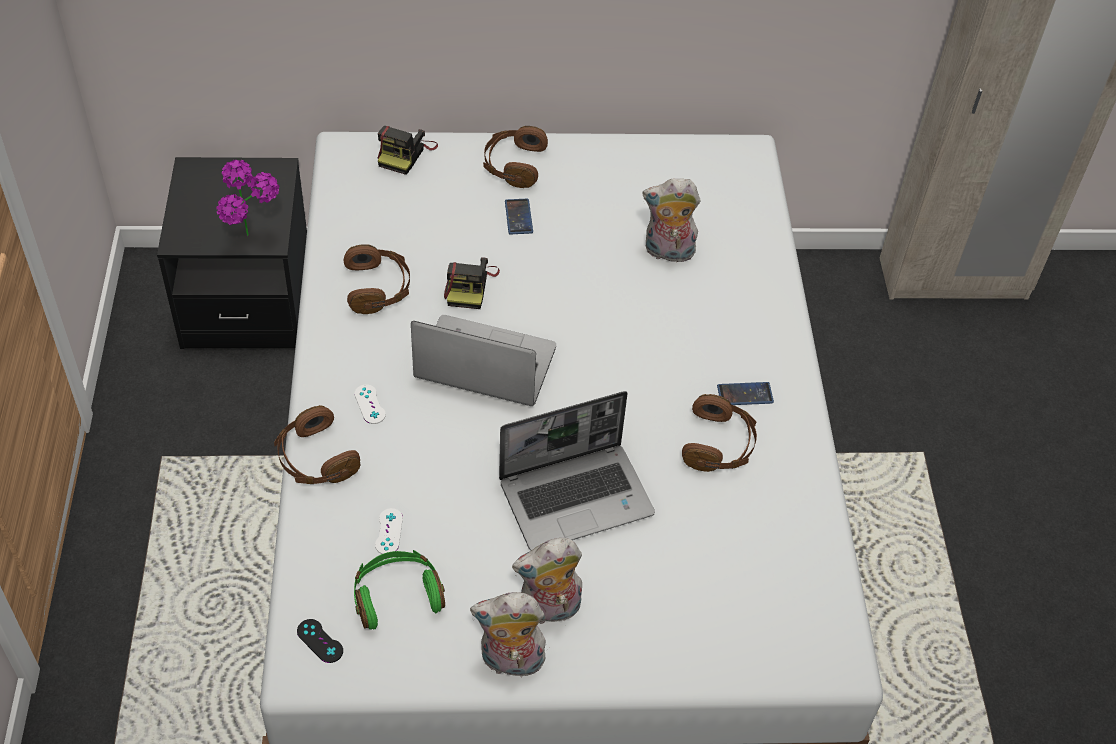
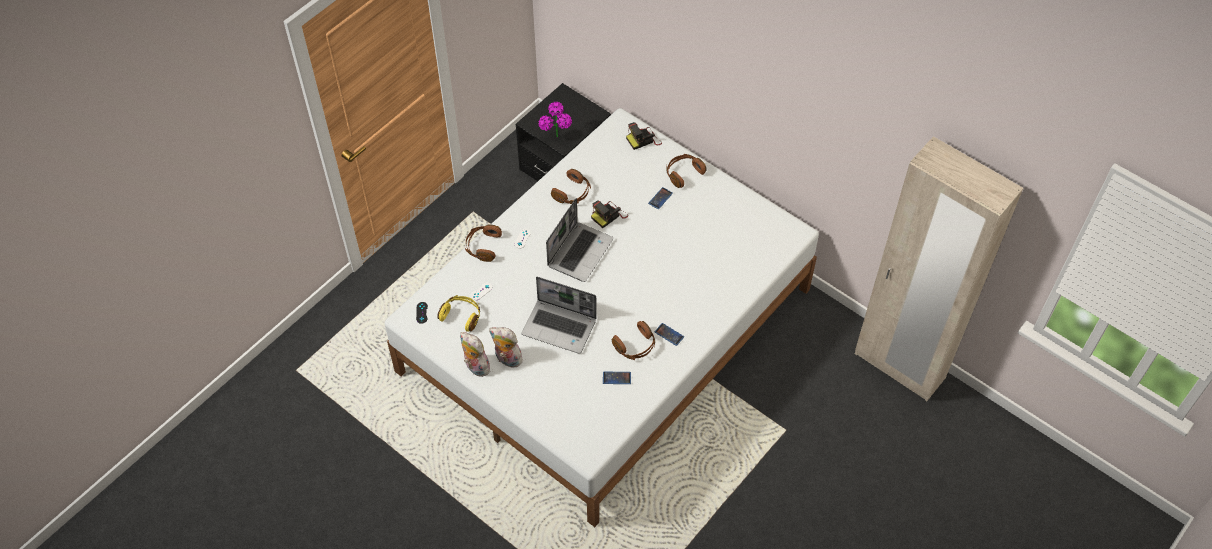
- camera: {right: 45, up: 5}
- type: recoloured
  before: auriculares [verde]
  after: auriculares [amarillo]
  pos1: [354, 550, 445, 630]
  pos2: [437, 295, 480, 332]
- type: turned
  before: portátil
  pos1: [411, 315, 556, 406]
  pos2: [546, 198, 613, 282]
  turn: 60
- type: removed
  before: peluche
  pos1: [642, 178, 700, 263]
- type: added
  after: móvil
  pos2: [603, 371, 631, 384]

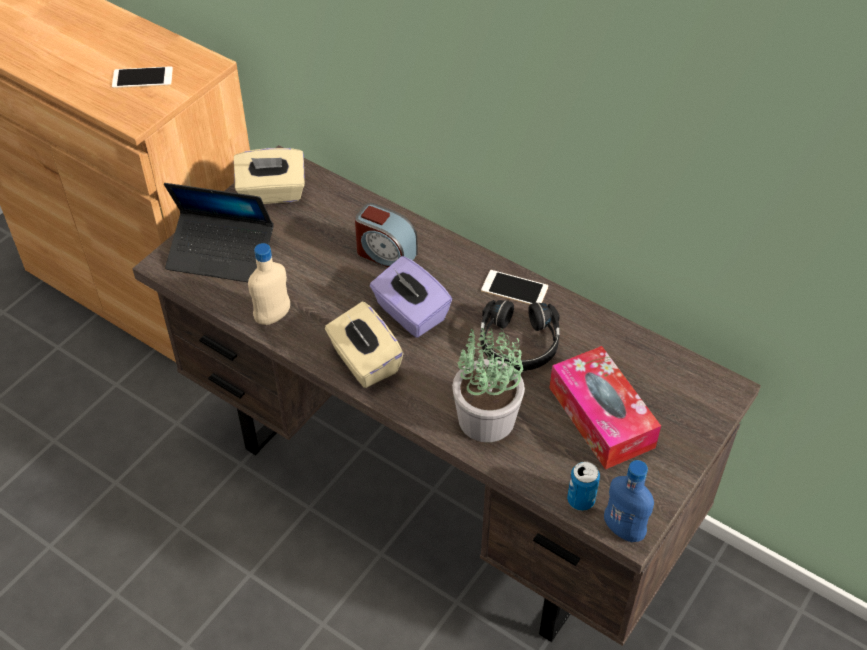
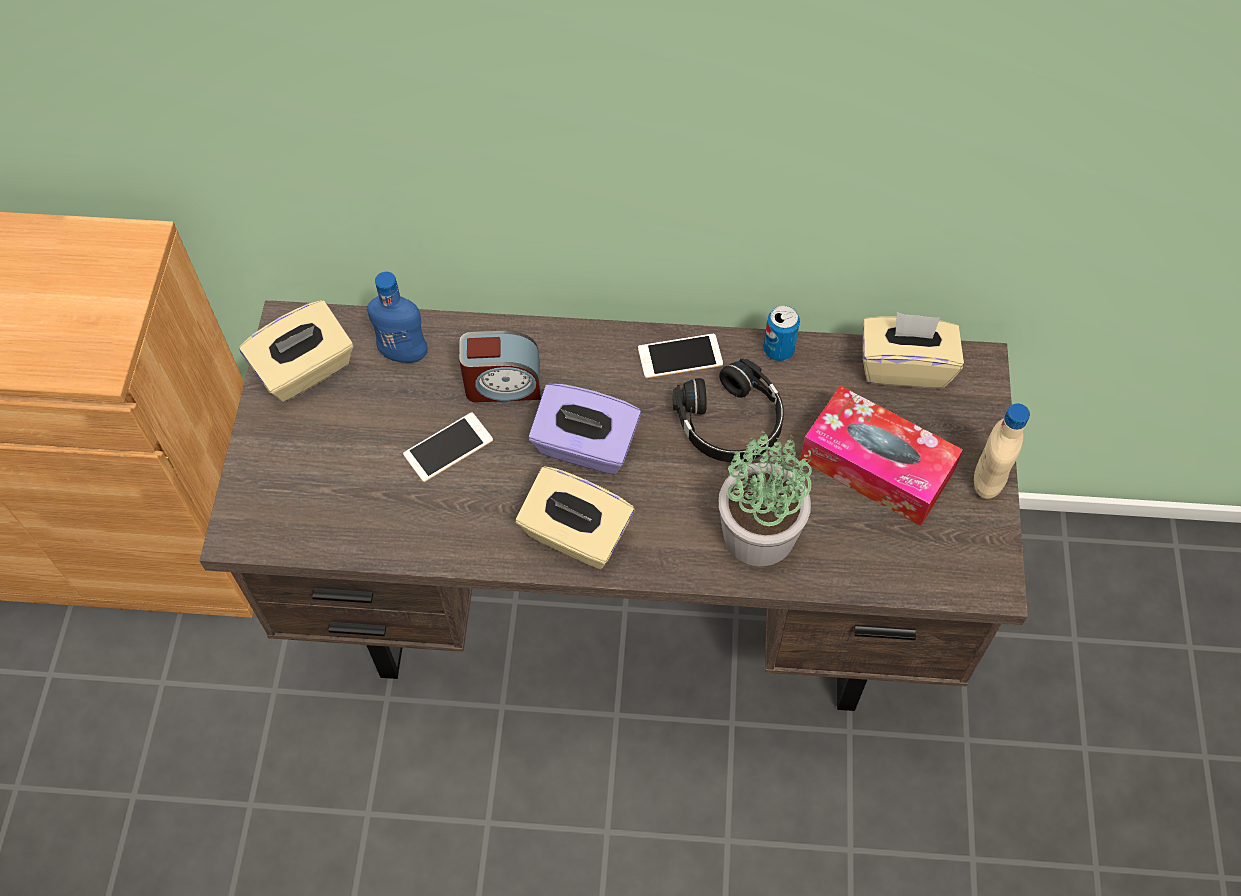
- camera: {right: -30, up: 10}
- type: moved
  before: móvil
  pos1: [112, 66, 173, 88]
  pos2: [403, 412, 493, 482]
- type: removed
  before: portátil
  pos1: [164, 183, 274, 282]
- type: moved
  before: botella [beis]
  pos1: [248, 243, 290, 325]
  pos2: [974, 403, 1030, 499]
- type: moved
  before: lata
  pos1: [567, 462, 600, 511]
  pos2: [764, 305, 800, 361]
- type: moved
  before: botella [azul]
  pos1: [604, 460, 654, 542]
  pos2: [367, 271, 428, 363]
- type: added
  after: caja de pañuelos [beis]
  pos2: [863, 312, 964, 388]

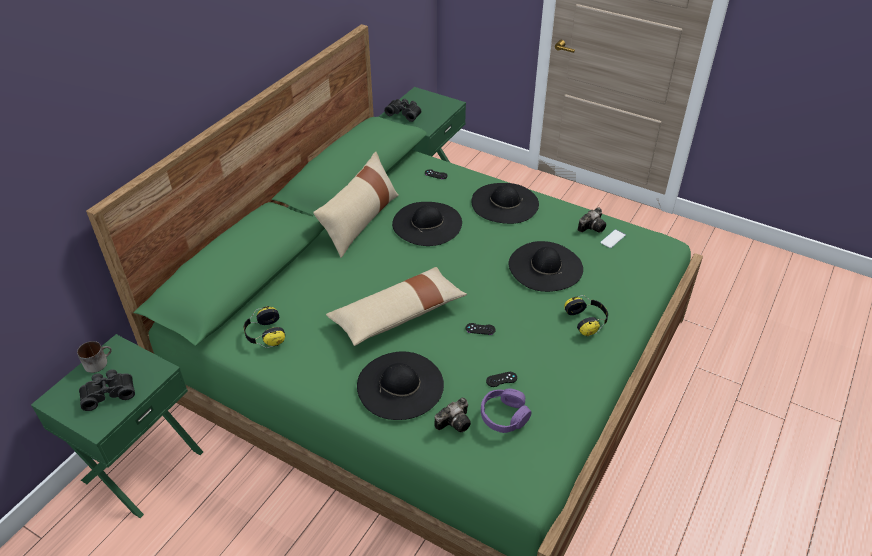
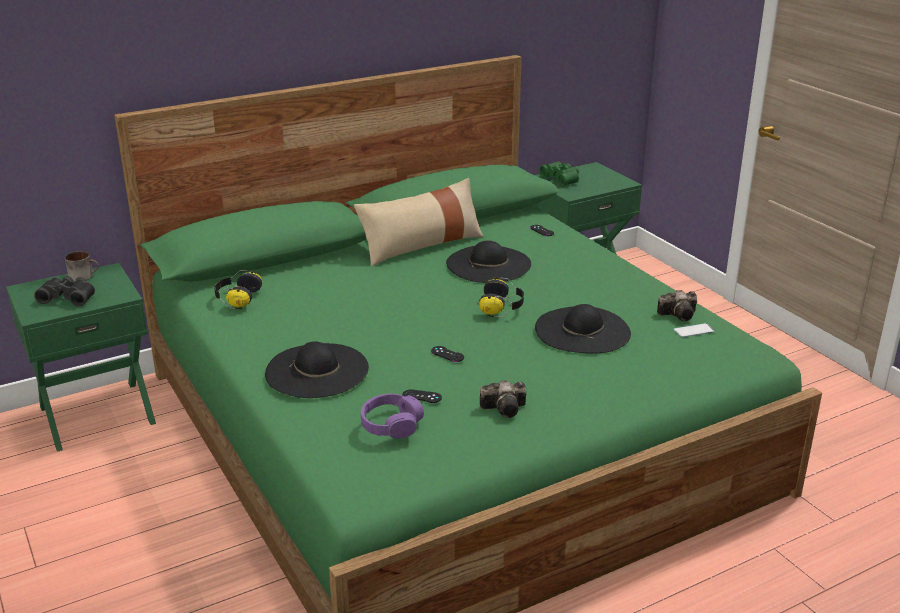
- camera: {right: 30, up: -15}
- type: removed
  before: cojín [beis]
  pos1: [326, 267, 467, 346]
- type: recoloured
  before: prismáticos [negro]
  after: prismáticos [verde]
  pos1: [384, 99, 421, 122]
  pos2: [539, 161, 579, 186]
- type: moved
  before: cámara
  pos1: [434, 398, 471, 432]
  pos2: [480, 380, 526, 418]
- type: removed
  before: sombrero [negro]
  pos1: [471, 183, 539, 224]
- type: moved
  before: auriculares
  pos1: [564, 295, 608, 336]
  pos2: [479, 277, 524, 317]

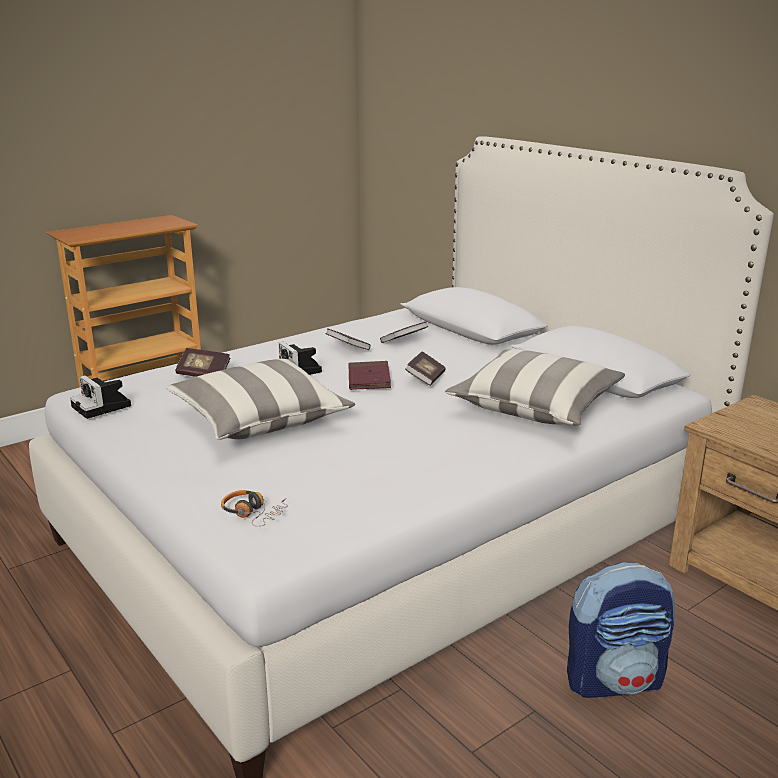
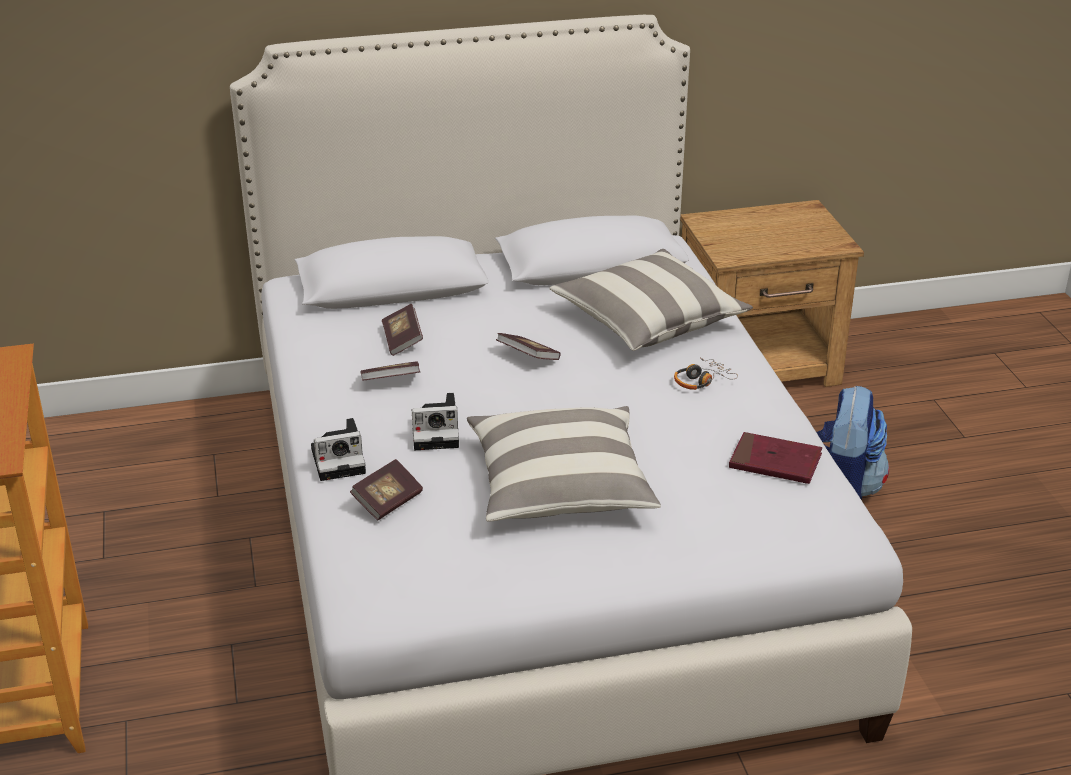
- camera: {right: -65, up: 10}
- type: moved
  before: cámara
  pos1: [70, 375, 131, 419]
  pos2: [311, 418, 366, 481]
- type: moved
  before: auriculares
  pos1: [221, 490, 288, 527]
  pos2: [674, 358, 738, 390]
- type: moved
  before: libro [rojo]
  pos1: [349, 361, 391, 390]
  pos2: [729, 432, 822, 484]

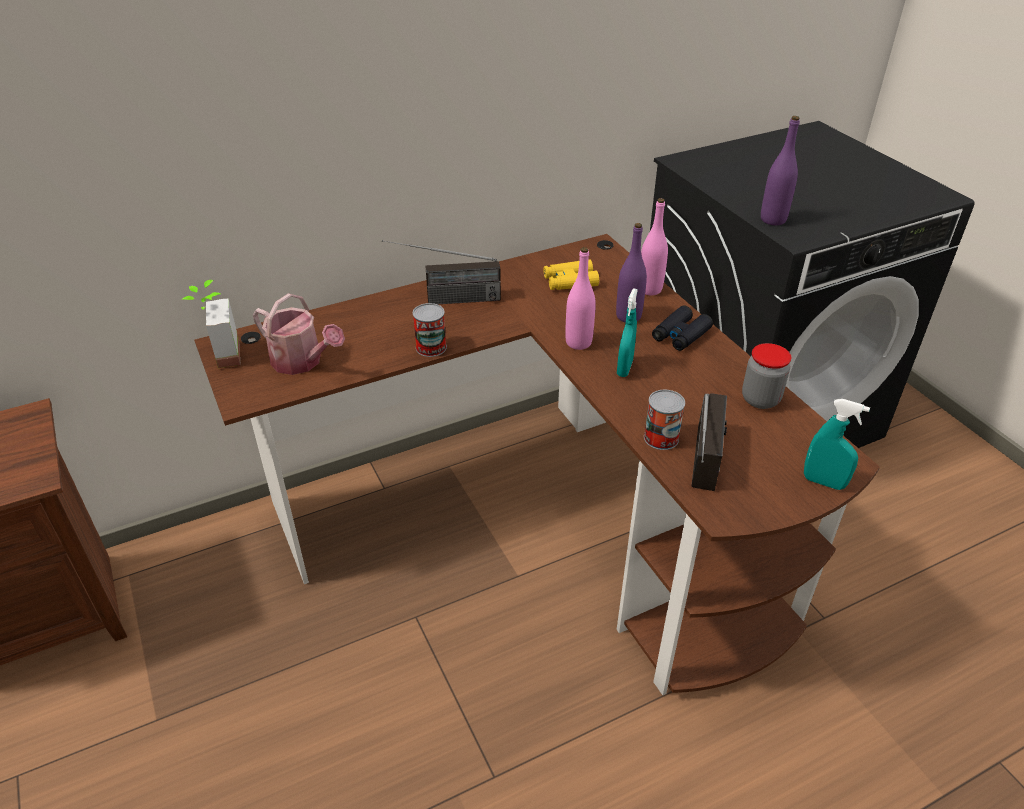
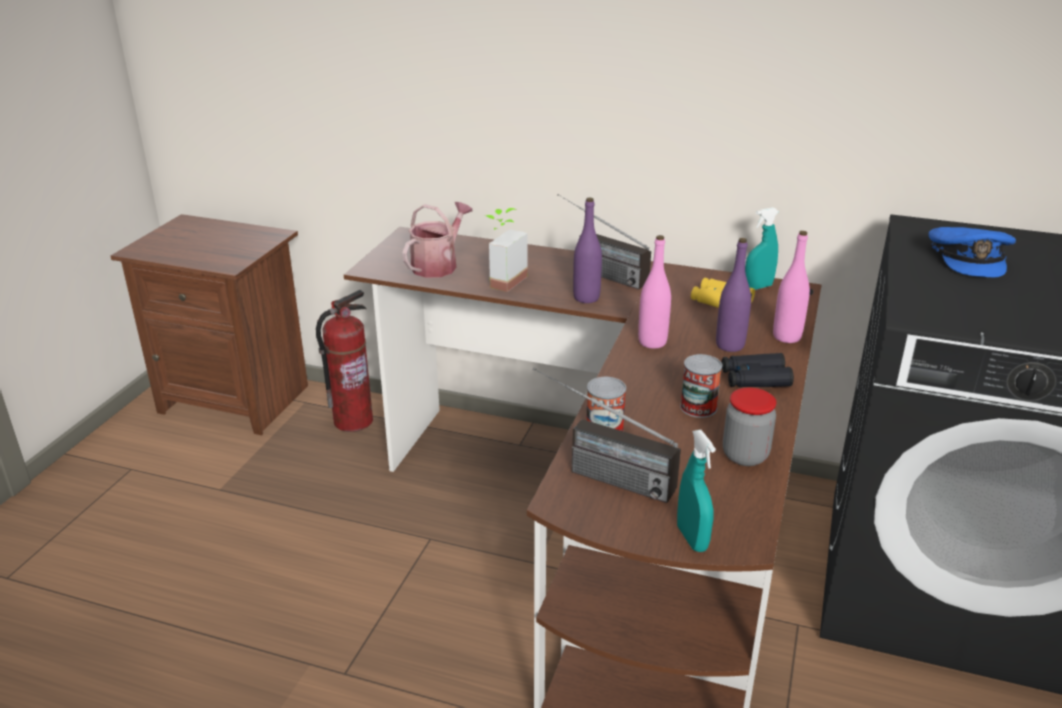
- camera: {right: 45, up: -10}
- type: moved
  before: planta en maceta
  pos1: [181, 280, 241, 368]
  pos2: [486, 208, 528, 292]
- type: turned
  before: regadera
  pos1: [253, 293, 345, 375]
  pos2: [402, 202, 473, 278]
  turn: -135
- type: moved
  before: lata
  pos1: [413, 303, 447, 357]
  pos2: [680, 354, 722, 418]
- type: moved
  before: pulverizador [turquesa]
  pos1: [617, 289, 638, 377]
  pos2: [745, 207, 779, 290]
- type: turned
  before: radio
  pos1: [691, 393, 727, 491]
  pos2: [533, 368, 681, 503]
  turn: 60
- type: moved
  before: botella [morado]
  pos1: [761, 116, 800, 225]
  pos2: [573, 198, 602, 303]
- type: added
  after: extintor
  pos2: [316, 290, 373, 432]
- type: added
  after: gorra [azul]
  pos2: [929, 227, 1016, 277]

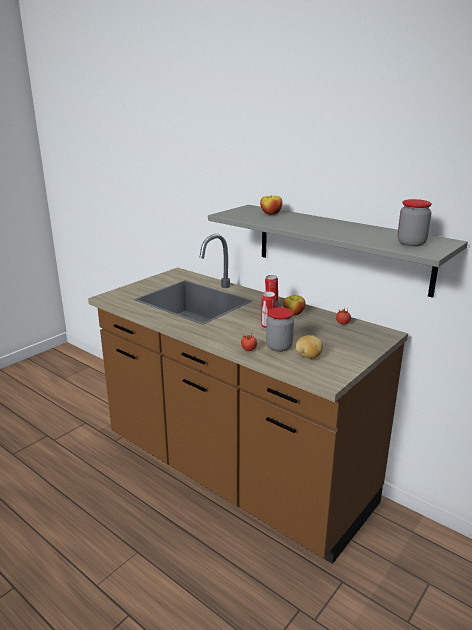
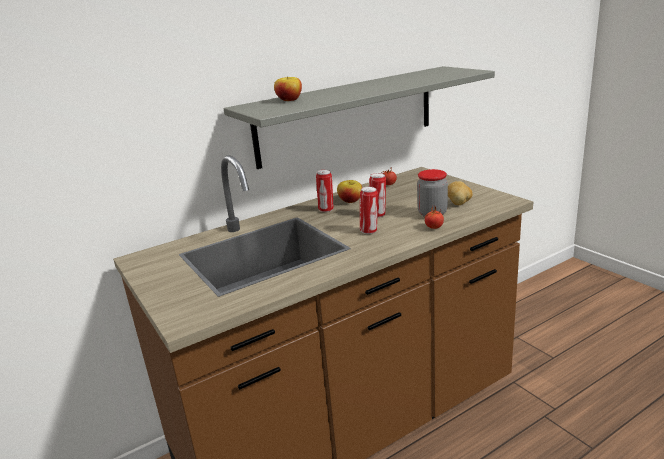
- camera: {right: -70, up: 0}
- type: removed
  before: tarro
  pos1: [397, 199, 432, 246]
- type: added
  after: lata
  pos2: [360, 186, 378, 234]

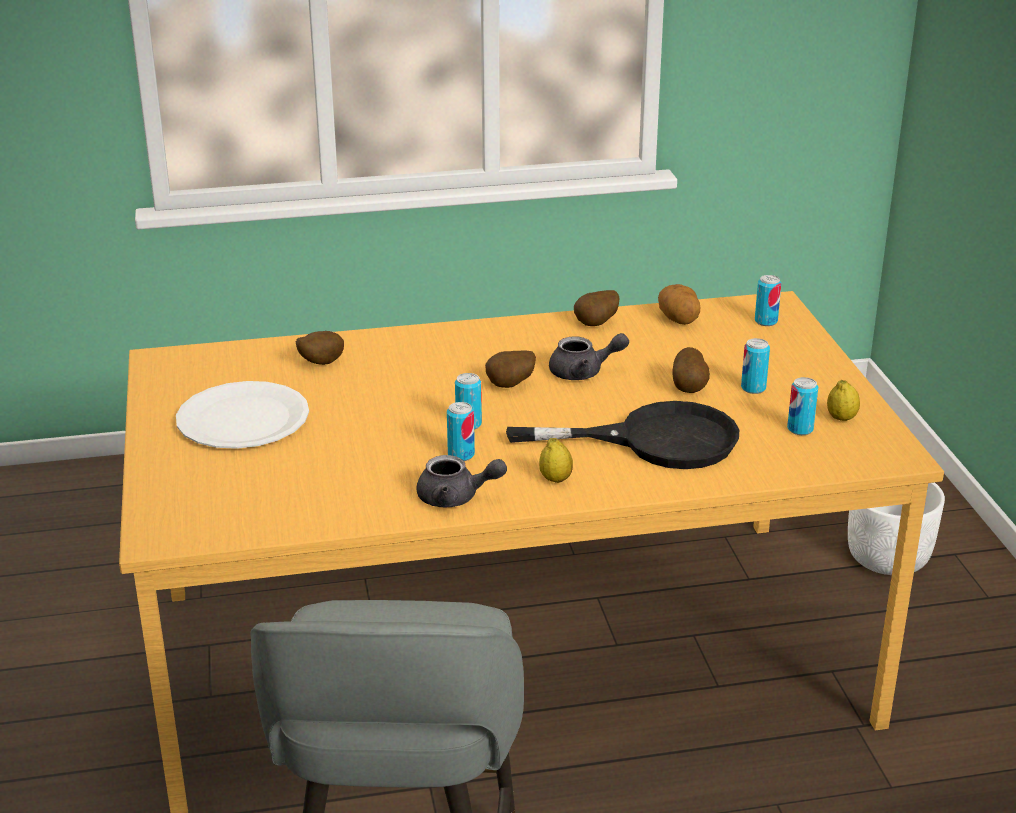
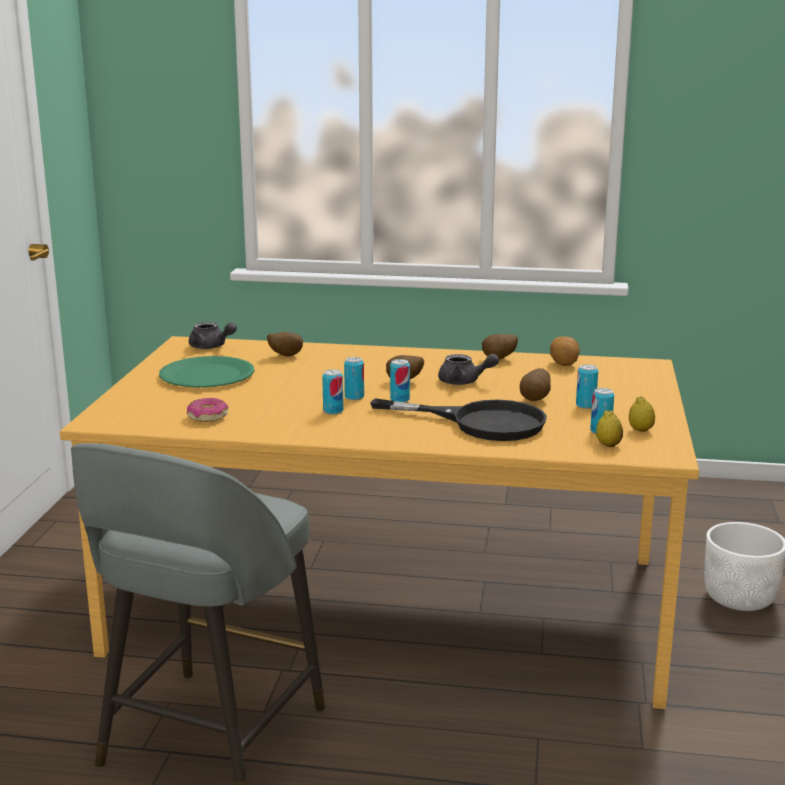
- camera: {right: 20, up: -10}
- type: recoloured
  before: plato [blanco]
  after: plato [verde]
  pos1: [176, 381, 309, 449]
  pos2: [159, 356, 255, 388]
- type: moved
  before: tetera [gris]
  pos1: [417, 455, 507, 507]
  pos2: [189, 322, 237, 349]
- type: moved
  before: limón
  pos1: [539, 438, 573, 483]
  pos2: [596, 410, 623, 447]
- type: moved
  before: lata
  pos1: [755, 275, 781, 326]
  pos2: [390, 359, 410, 402]
- type: added
  after: rosquilla
  pos2: [187, 398, 228, 422]

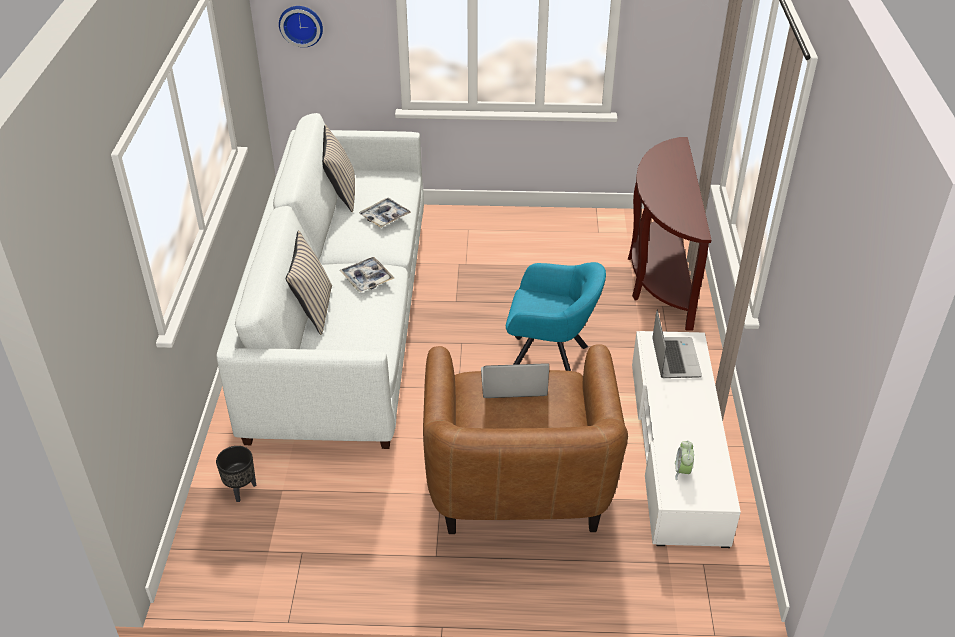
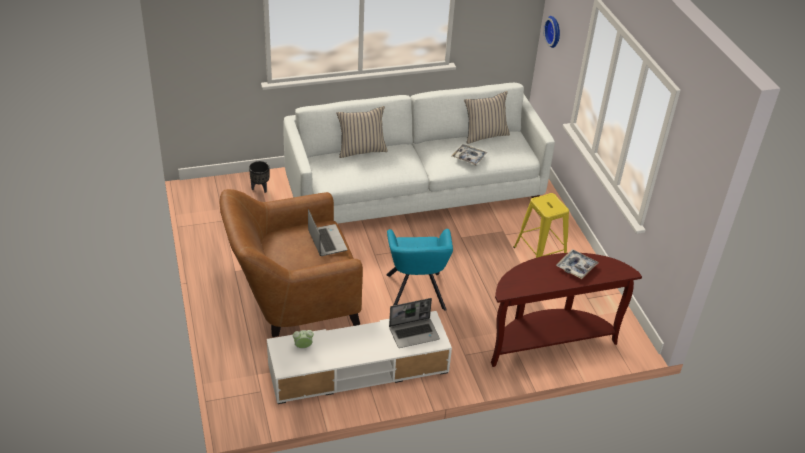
- camera: {right: 70, up: 0}
- type: moved
  before: bandeja
  pos1: [340, 257, 394, 292]
  pos2: [556, 249, 598, 279]
- type: added
  after: taburete [amarillo]
  pos2: [513, 193, 569, 258]

